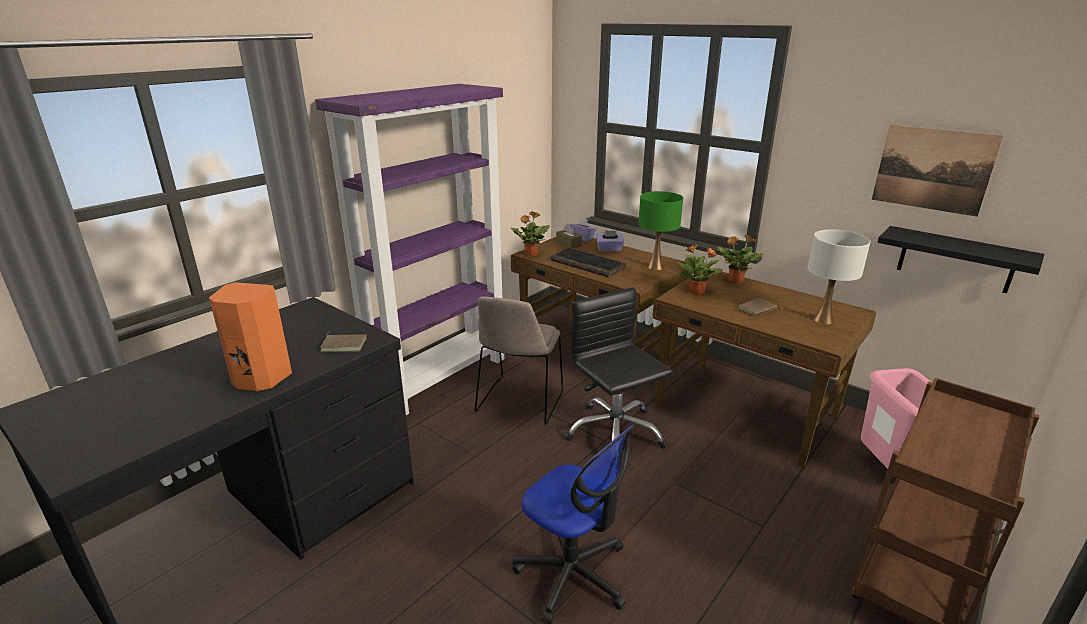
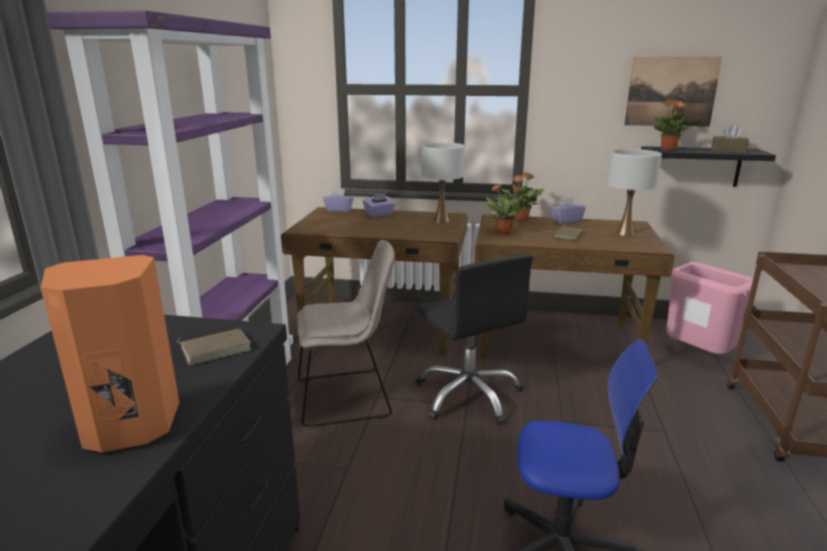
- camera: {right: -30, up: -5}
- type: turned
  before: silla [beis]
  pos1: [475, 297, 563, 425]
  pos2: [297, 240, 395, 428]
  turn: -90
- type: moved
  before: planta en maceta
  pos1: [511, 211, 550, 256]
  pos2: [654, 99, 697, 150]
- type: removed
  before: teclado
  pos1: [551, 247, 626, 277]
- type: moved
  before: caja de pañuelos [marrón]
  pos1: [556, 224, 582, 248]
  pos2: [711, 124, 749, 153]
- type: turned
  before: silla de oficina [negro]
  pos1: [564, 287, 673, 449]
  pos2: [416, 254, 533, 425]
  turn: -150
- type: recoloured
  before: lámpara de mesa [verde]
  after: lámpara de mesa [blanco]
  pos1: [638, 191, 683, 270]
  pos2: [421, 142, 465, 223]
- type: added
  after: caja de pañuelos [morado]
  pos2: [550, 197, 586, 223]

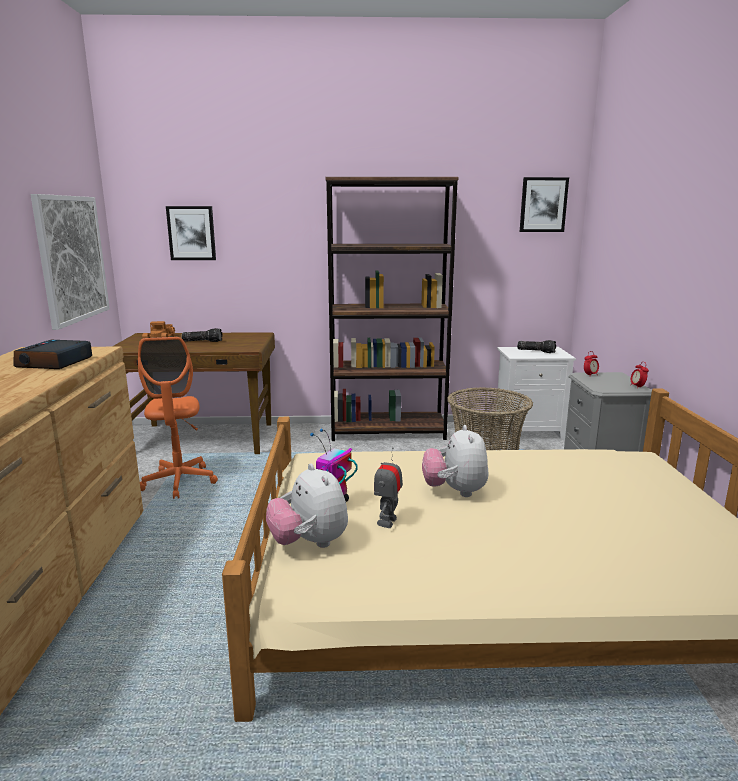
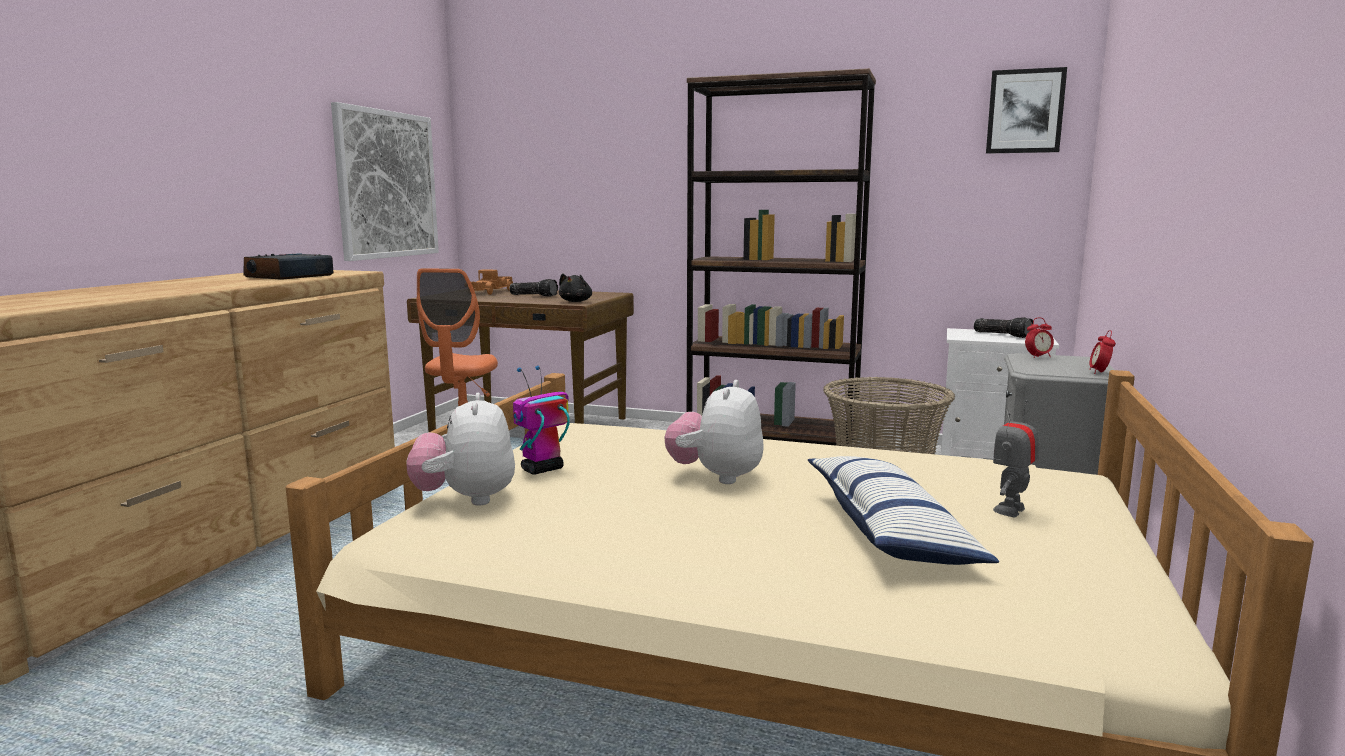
- camera: {right: 20, up: -5}
- type: removed
  before: cuadro
  pos1: [166, 206, 216, 260]
- type: moved
  before: robot de juguete
  pos1: [374, 447, 403, 528]
  pos2: [993, 400, 1039, 518]
- type: added
  after: peluche [negro]
  pos2: [559, 274, 592, 302]
- type: added
  after: cojín
  pos2: [808, 456, 999, 565]

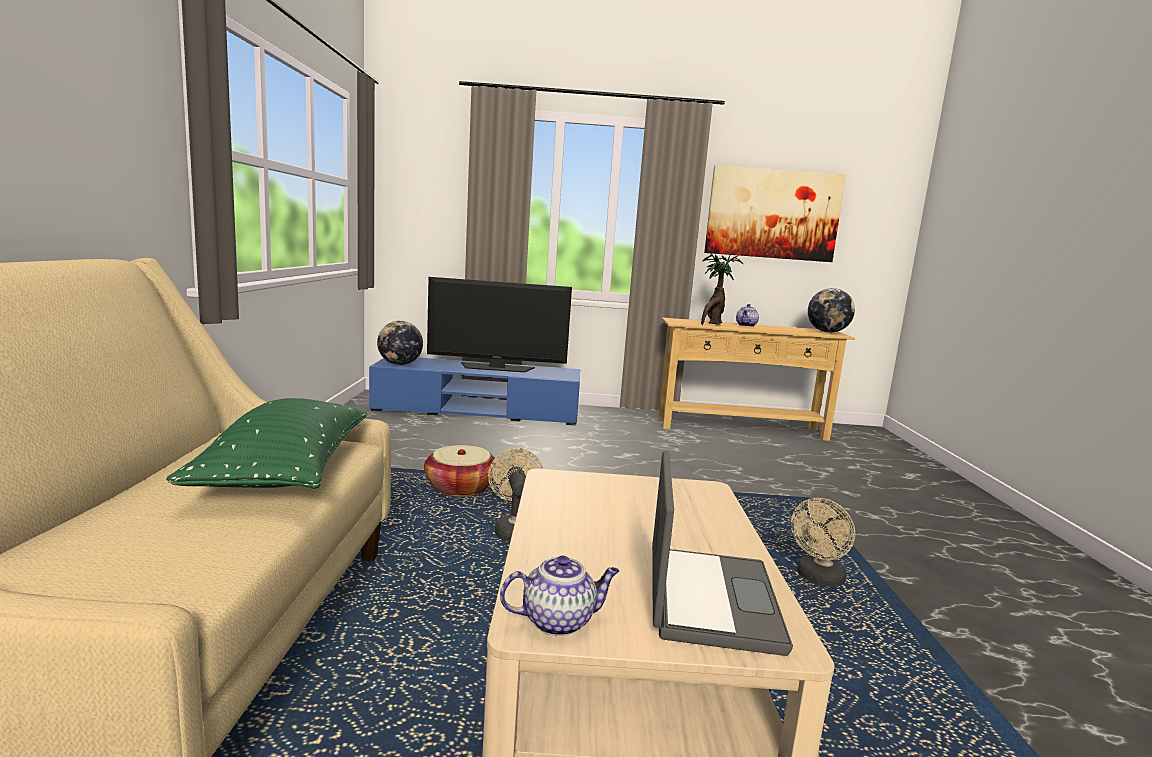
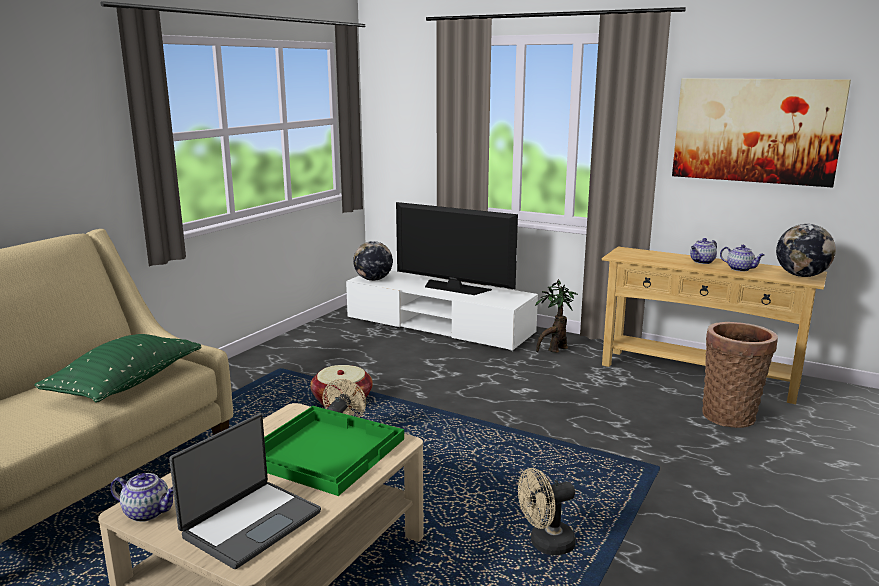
- camera: {right: 30, up: 5}
- type: recoloured
  before: mueble de televisión [azul]
  after: mueble de televisión [blanco]
  pos1: [369, 358, 580, 426]
  pos2: [346, 270, 538, 352]
- type: moved
  before: planta en maceta
  pos1: [701, 251, 744, 325]
  pos2: [535, 279, 578, 353]
- type: added
  after: bandeja [verde]
  pos2: [264, 406, 404, 496]
- type: added
  after: cesta
  pos2: [702, 322, 778, 428]
- type: added
  after: tetera
  pos2: [720, 245, 765, 272]

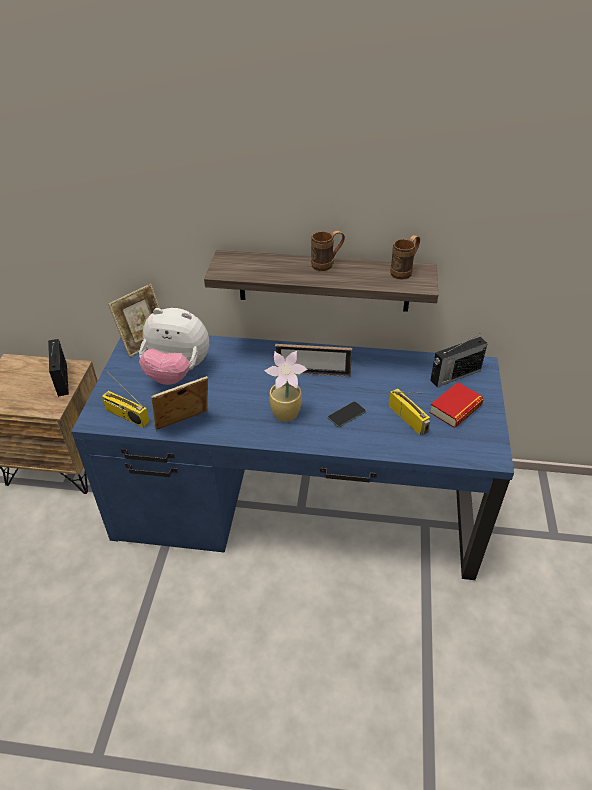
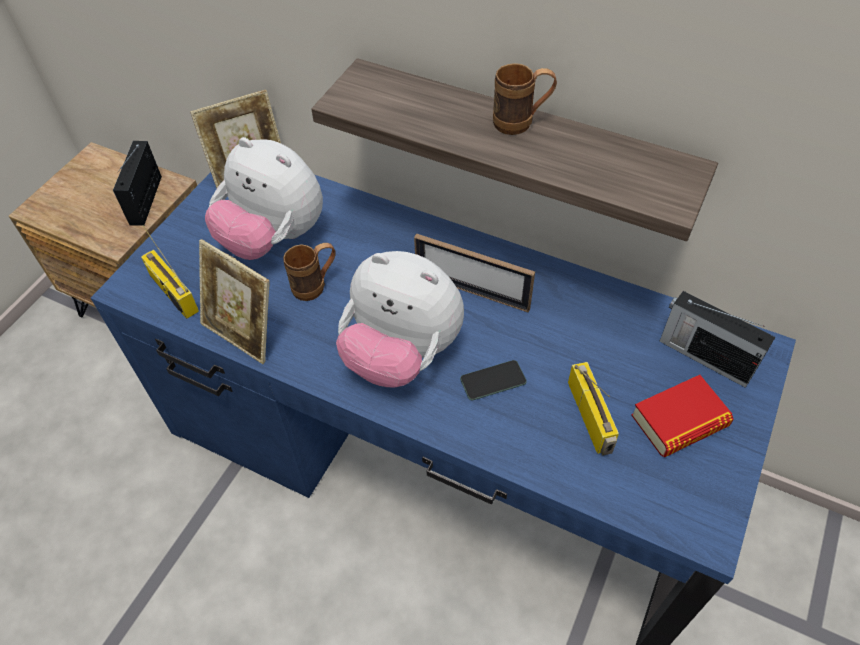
- camera: {right: 20, up: 10}
- type: turned
  before: portarretratos
  pos1: [151, 376, 208, 430]
  pos2: [199, 239, 269, 364]
  turn: -135
- type: replaced
  before: planta en maceta
  after: peluche
  pos1: [264, 351, 308, 422]
  pos2: [336, 251, 464, 387]
- type: moved
  before: taza grande [marrón]
  pos1: [390, 235, 420, 280]
  pos2: [283, 243, 336, 301]
- type: turned
  before: radio
  pos1: [430, 335, 488, 387]
  pos2: [659, 291, 775, 388]
  turn: 45

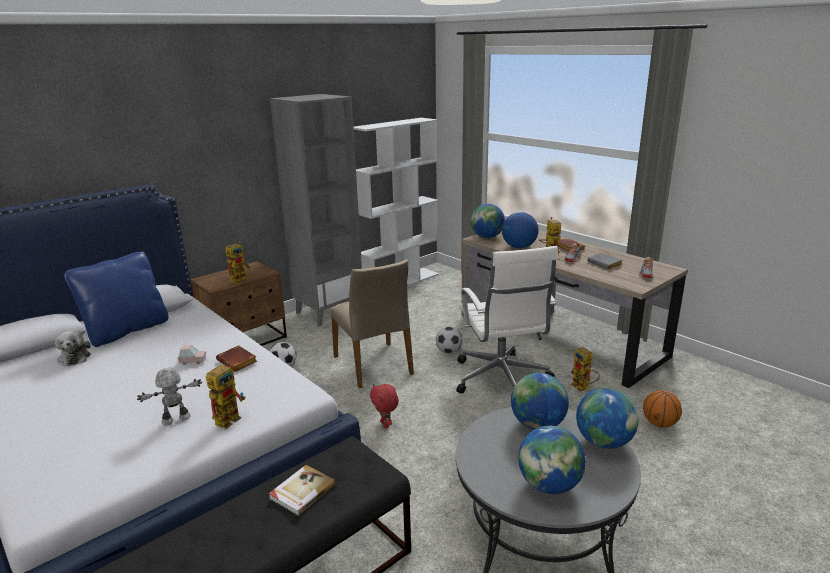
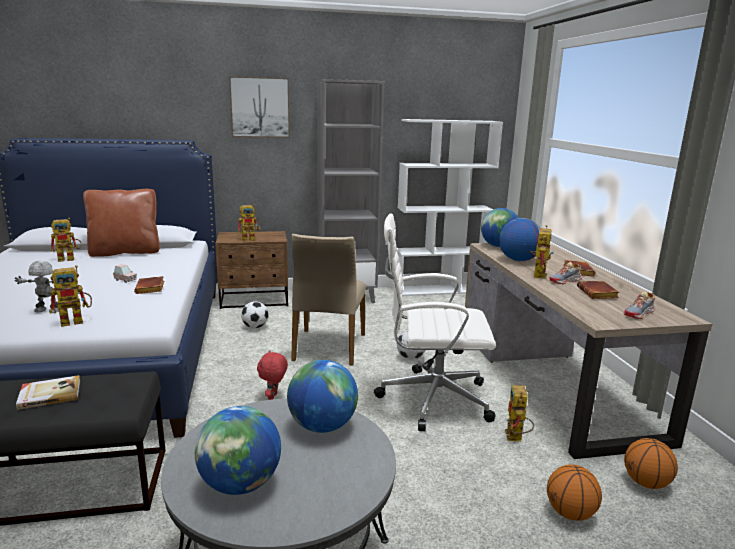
- camera: {right: 30, up: -5}
- type: replaced
  before: peluche
  after: robot de juguete
  pos1: [55, 331, 91, 366]
  pos2: [50, 218, 82, 262]
- type: recoloured
  before: cojín [azul]
  after: cojín [marrón]
  pos1: [64, 252, 169, 347]
  pos2: [83, 189, 160, 257]
- type: turned
  before: silla de oficina [blanco]
  pos1: [456, 246, 558, 394]
  pos2: [374, 213, 496, 431]
  turn: 75
- type: removed
  before: globo terráqueo
  pos1: [576, 388, 639, 449]
- type: recoloured
  before: libro [gris]
  after: libro [marrón]
  pos1: [587, 253, 622, 269]
  pos2: [577, 280, 619, 299]
- type: added
  after: cuadro
  pos2: [229, 76, 290, 138]
- type: added
  after: balón de baloncesto
  pos2: [624, 438, 678, 489]

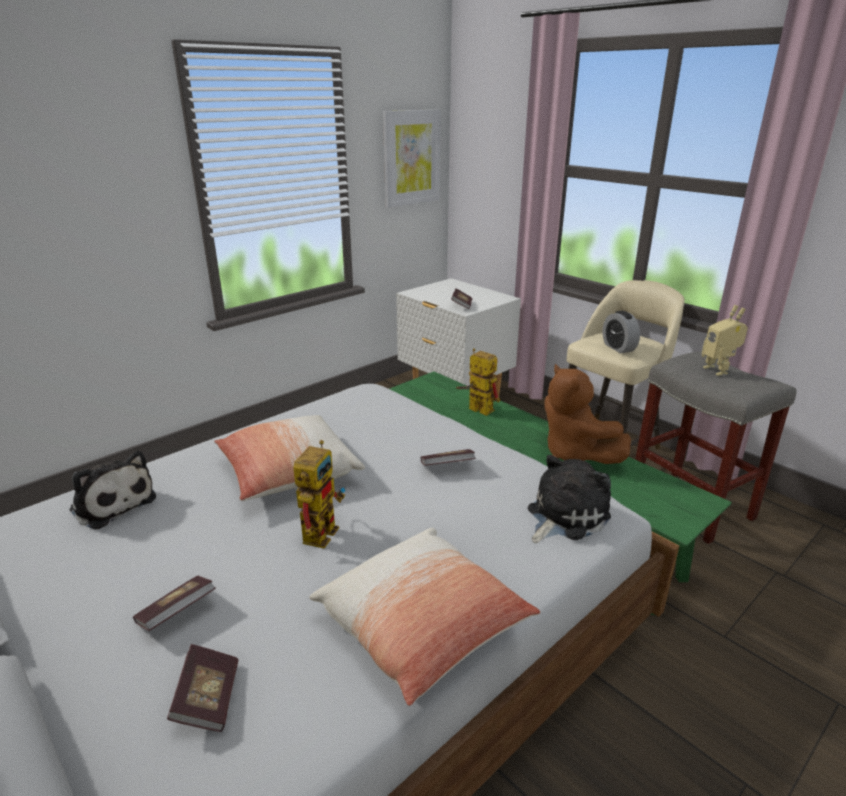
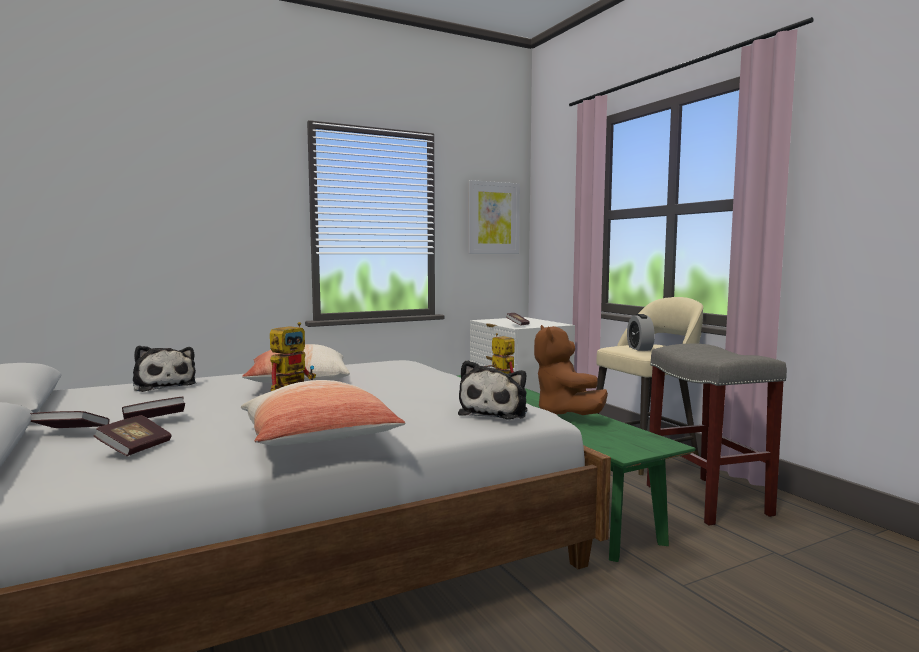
- camera: {right: 15, up: -20}
- type: moved
  before: libro
  pos1: [421, 449, 476, 466]
  pos2: [30, 411, 110, 428]
- type: turned
  before: peluche
  pos1: [528, 455, 611, 543]
  pos2: [458, 360, 527, 419]
  turn: 135
- type: removed
  before: robot de juguete
  pos1: [702, 305, 748, 376]

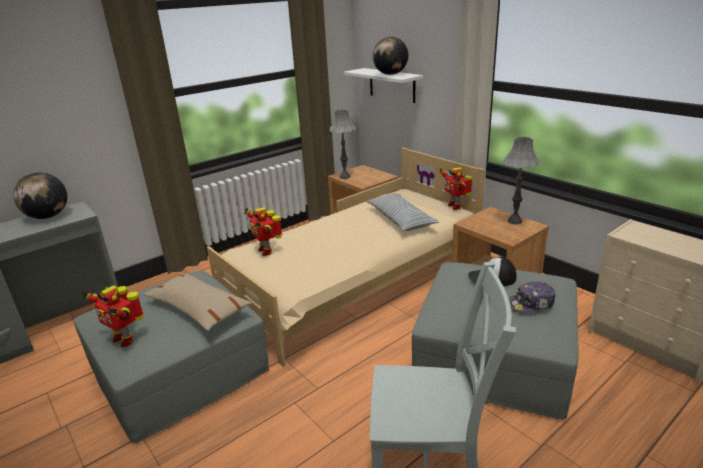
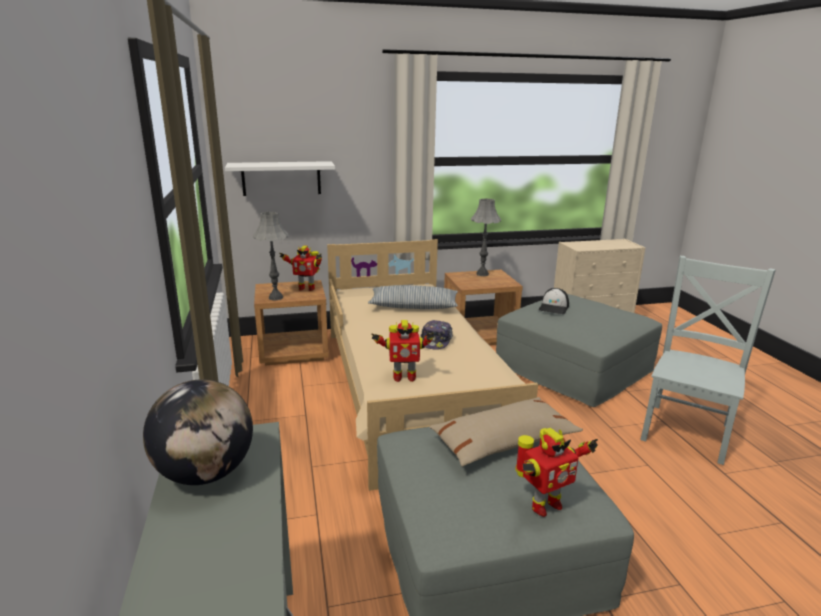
- camera: {right: -65, up: -5}
- type: removed
  before: globo terráqueo
  pos1: [373, 37, 408, 75]
- type: moved
  before: robot de juguete
  pos1: [439, 167, 473, 210]
  pos2: [280, 246, 322, 291]
- type: moved
  before: gorra
  pos1: [509, 281, 555, 312]
  pos2: [421, 320, 453, 349]

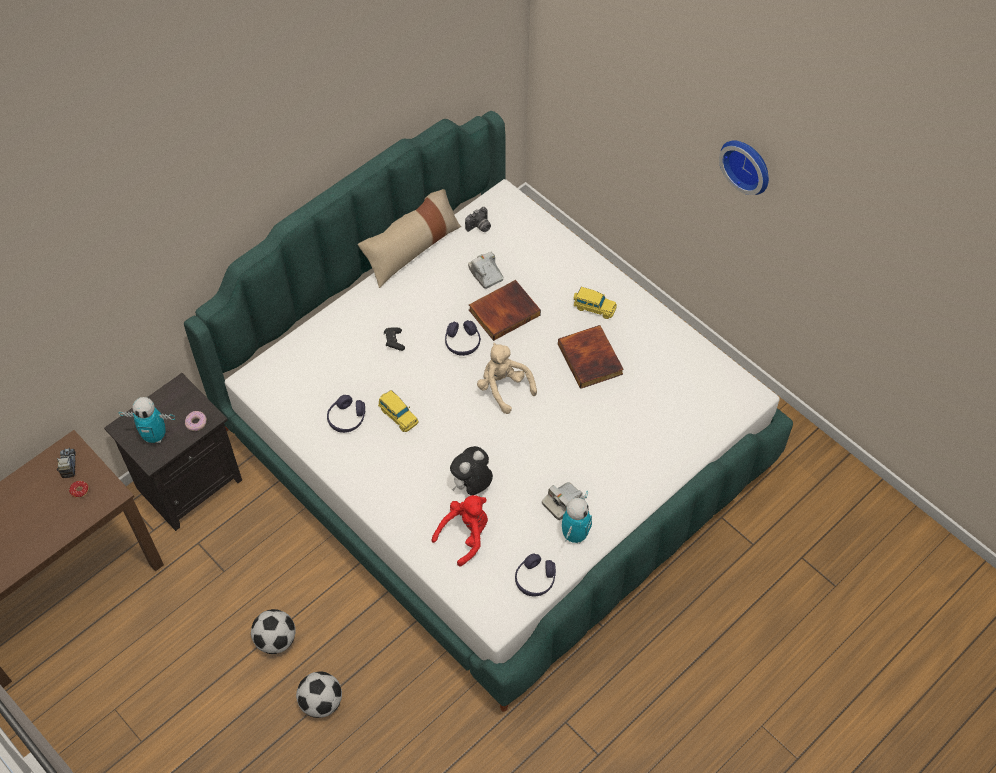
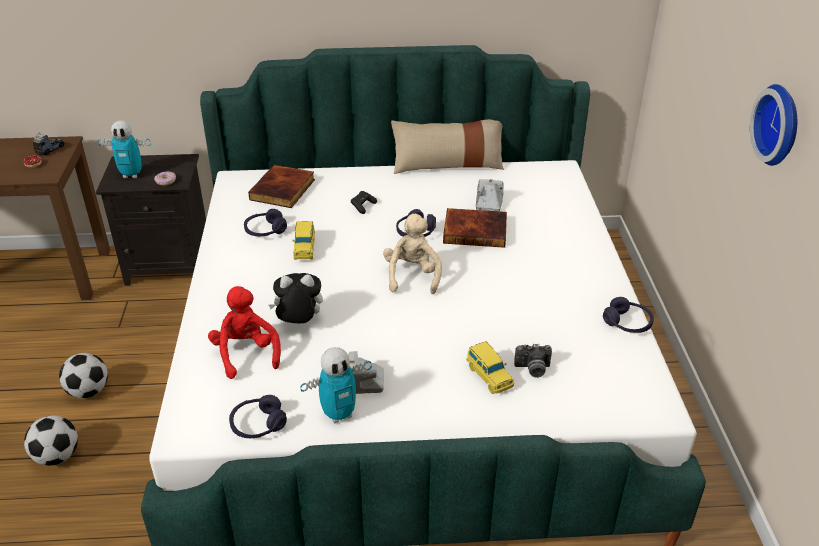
- camera: {right: 40, up: -20}
- type: turned
  before: robot de juguete
  pos1: [118, 397, 175, 443]
  pos2: [98, 120, 151, 178]
  turn: -45
- type: turned
  before: peluche [rojo]
  pos1: [431, 495, 488, 566]
  pos2: [208, 286, 281, 379]
  turn: -105
- type: moved
  before: cámara
  pos1: [465, 207, 491, 232]
  pos2: [514, 344, 552, 378]
- type: moved
  before: libro
  pos1: [558, 325, 624, 389]
  pos2: [248, 165, 315, 208]
- type: moved
  before: coche de juguete [amarillo]
  pos1: [574, 287, 617, 319]
  pos2: [466, 341, 514, 394]
- type: added
  after: auriculares [morado]
  pos2: [603, 297, 654, 333]

